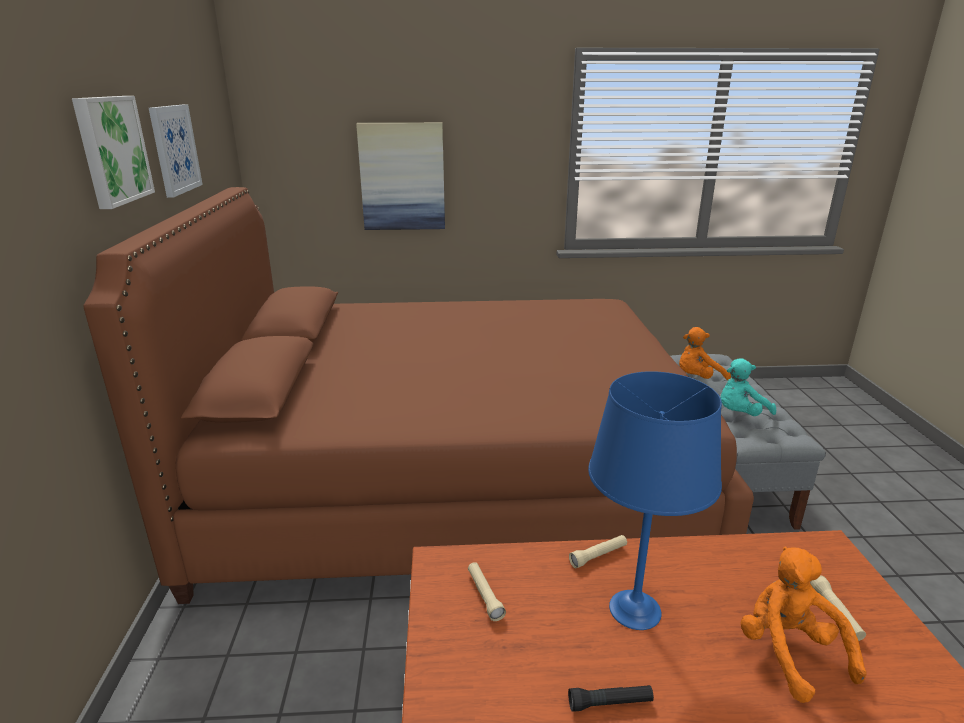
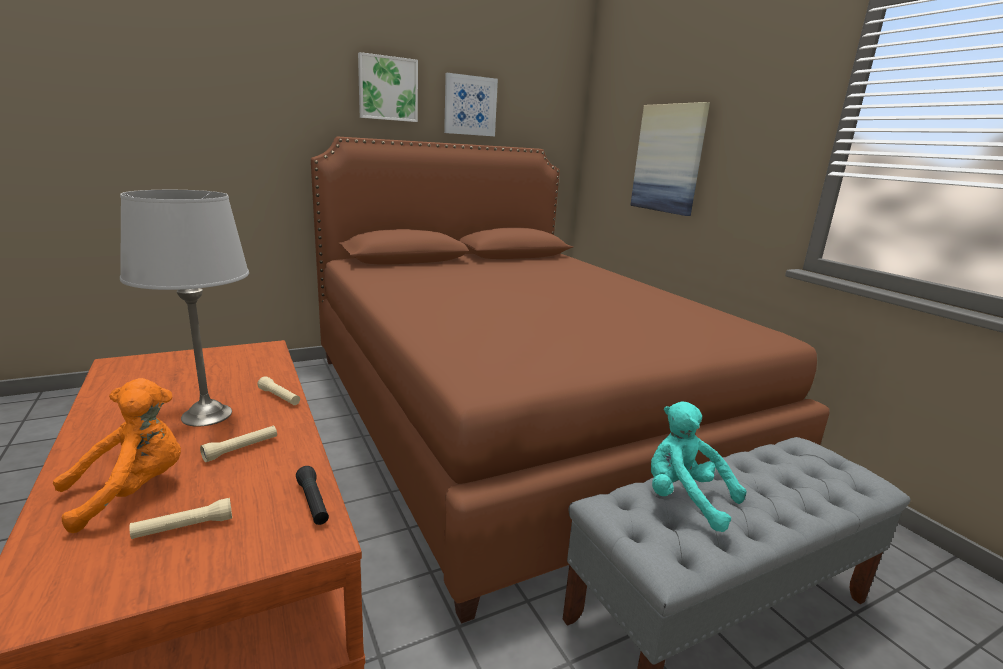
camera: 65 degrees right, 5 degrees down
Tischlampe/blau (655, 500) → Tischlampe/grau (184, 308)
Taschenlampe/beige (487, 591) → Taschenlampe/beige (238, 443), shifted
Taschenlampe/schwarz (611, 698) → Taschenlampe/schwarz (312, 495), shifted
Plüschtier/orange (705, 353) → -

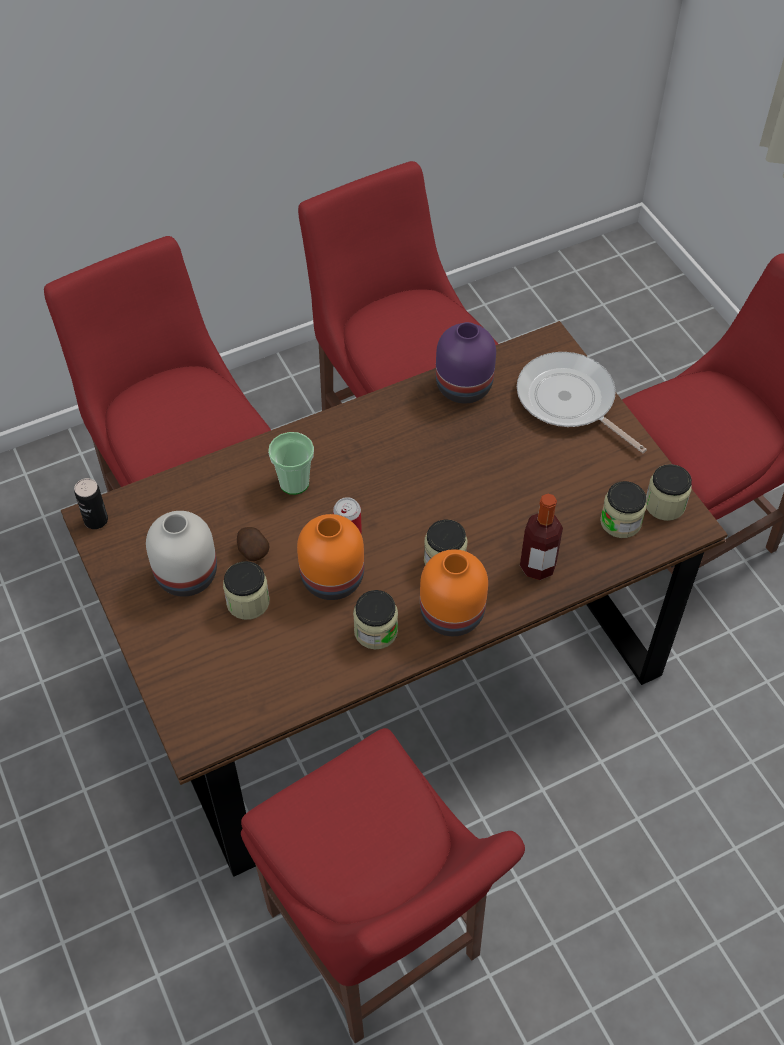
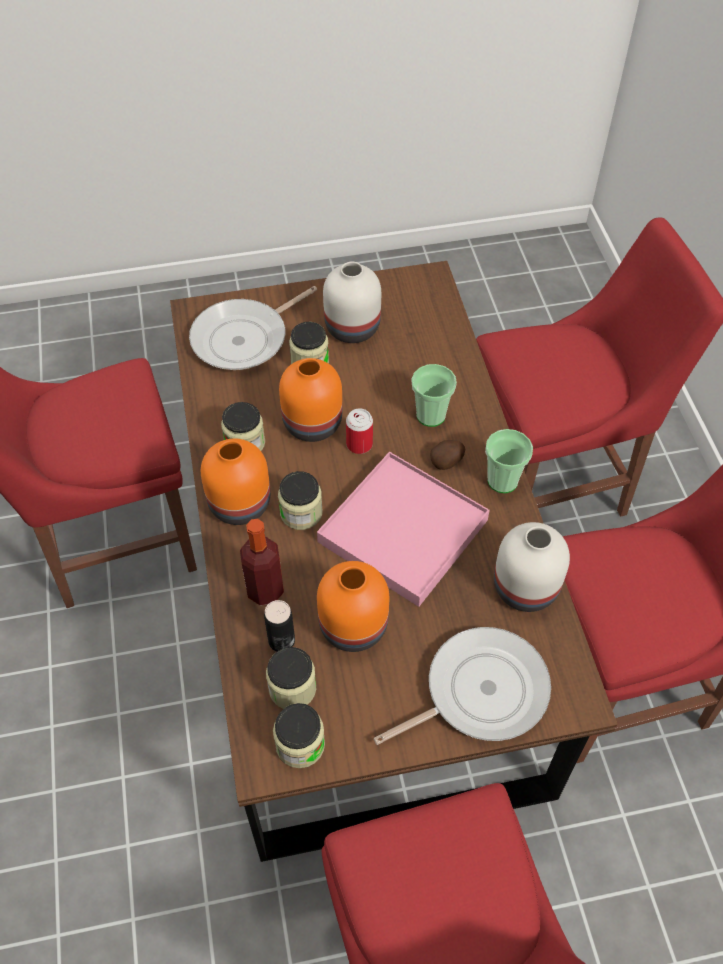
camera: 105 degrees right, 0 degrees up
- → Pfanne (253, 328)
Dose (91, 503) → Dose (279, 626), shifted
- → Tablett/rosa (403, 529)
- → Vase/orange (353, 606)
Kartoffel (253, 544) → Kartoffel (447, 455), shifted
- → Tasse (509, 461)
Vase/lila (466, 362) → Vase/weiß (532, 567)

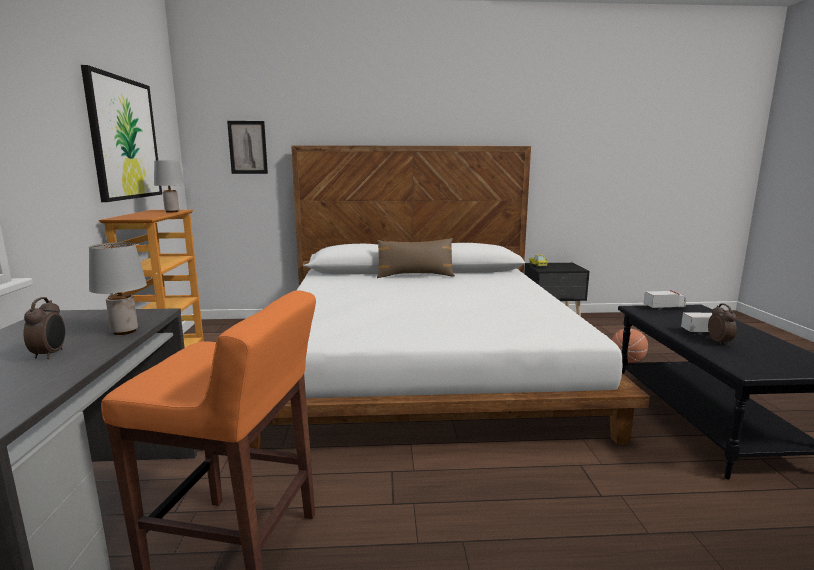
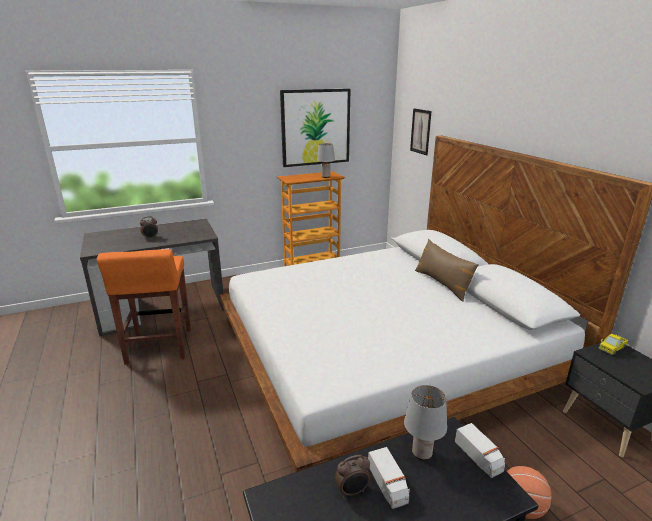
camera: 70 degrees right, 10 degrees up
Tischlampe/grau (118, 288) → Tischlampe/grau (425, 422), shifted

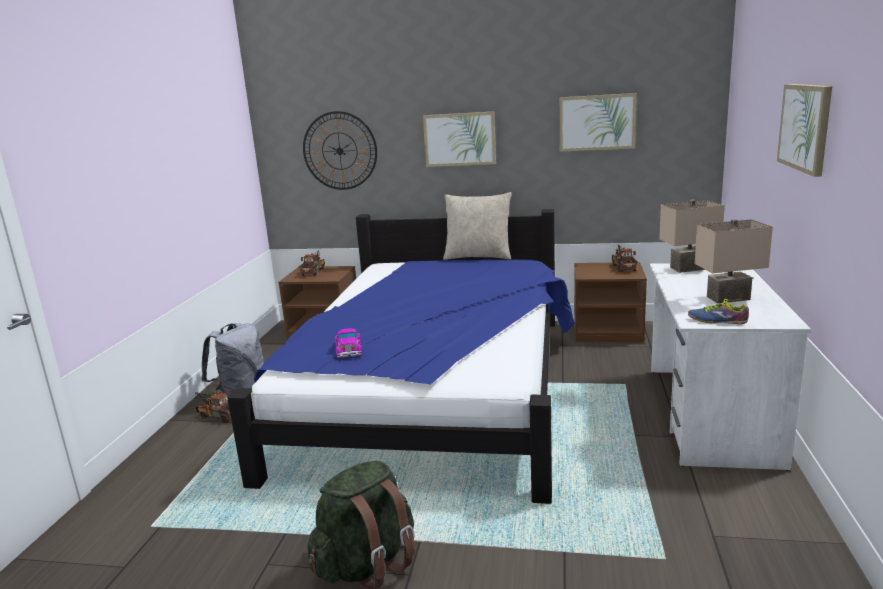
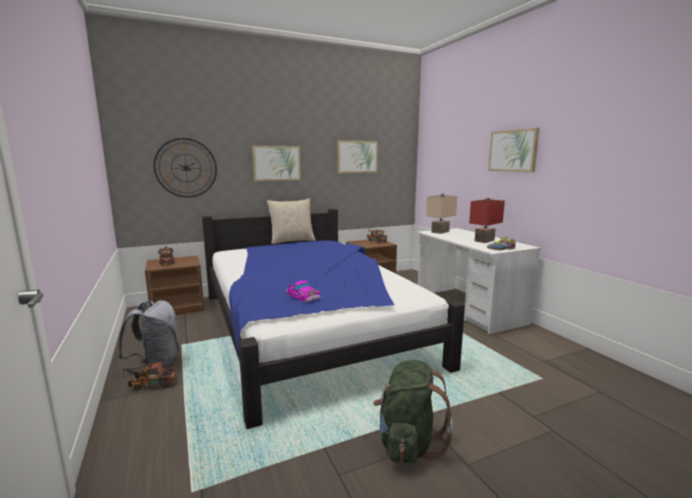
camera: 35 degrees left, 5 degrees down
Tischlampe/beige (734, 261) → Tischlampe/rot (487, 220)

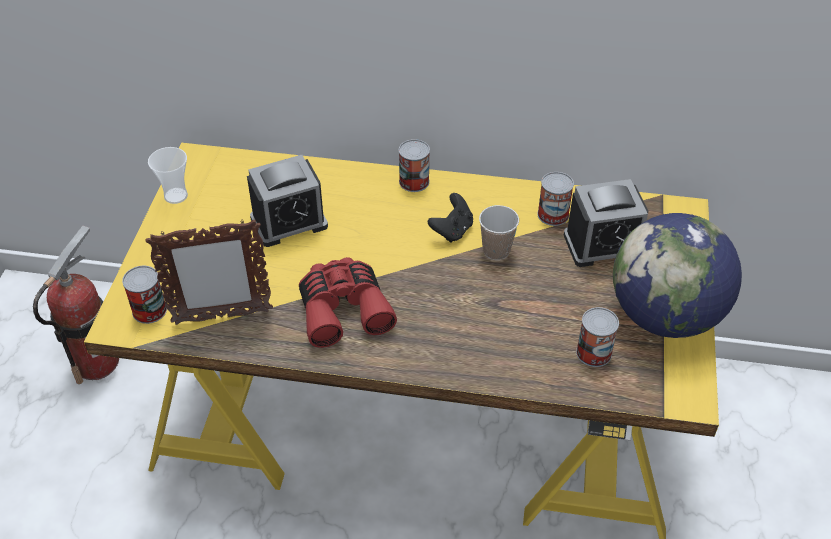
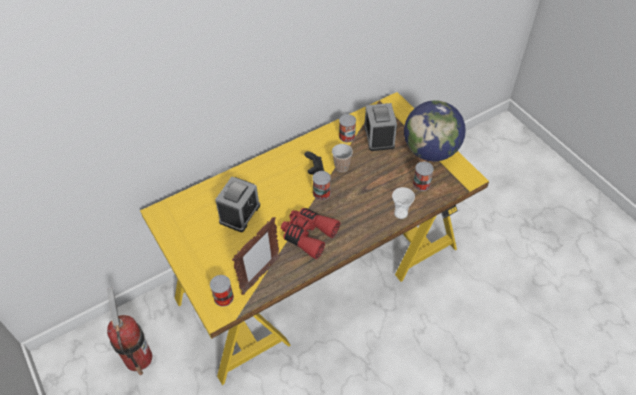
camera: 40 degrees left, 5 degrees up
Dose (414, 165) → Dose (322, 185), shifted
Wecker (606, 223) → Wecker (380, 127), 135 degrees clockwise
Tasse (168, 175) → Tasse (403, 203), shifted

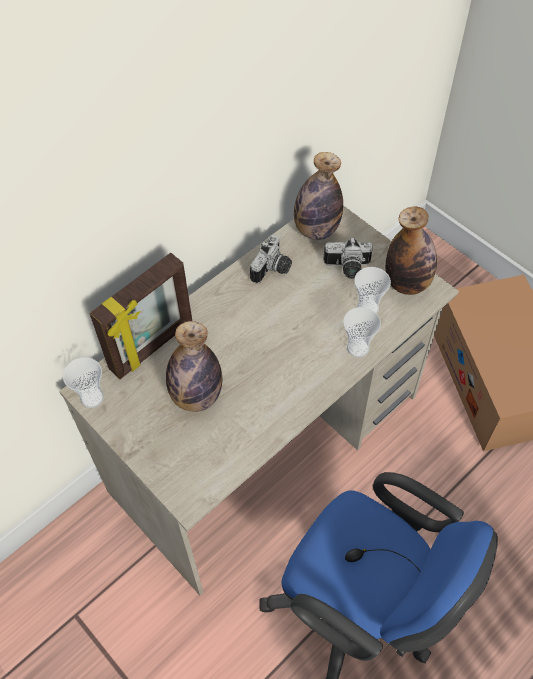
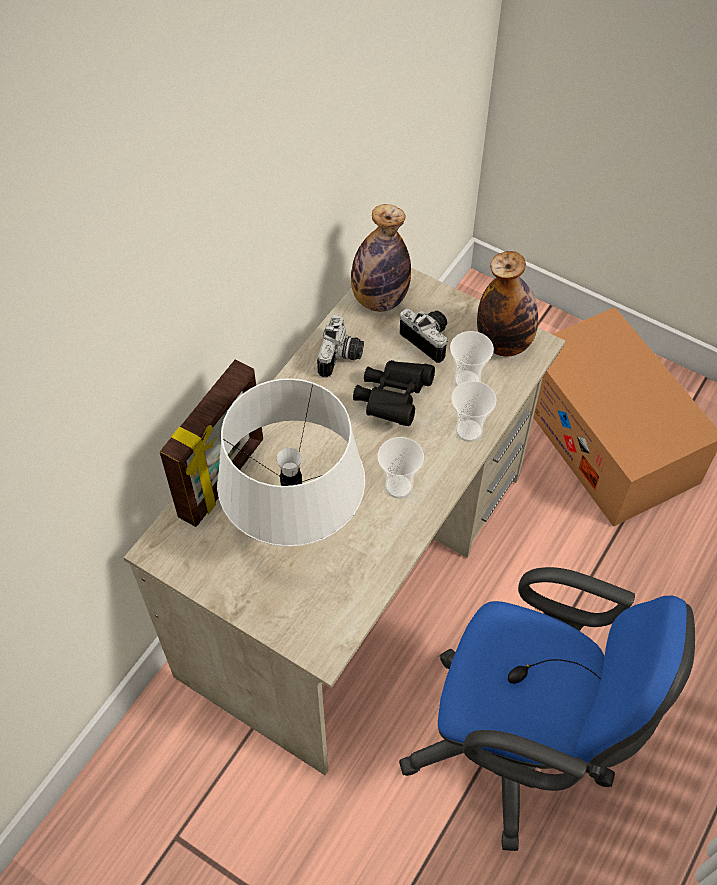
camera: 15 degrees left, 0 degrees up
Flasche (194, 366) → Tischlampe/weiß (291, 462)
- → Fernglas/schwarz (394, 393)
Tasse (83, 382) → Tasse (400, 468), shifted
Kamera (348, 258) → Kamera (424, 336), 120 degrees counterclockwise

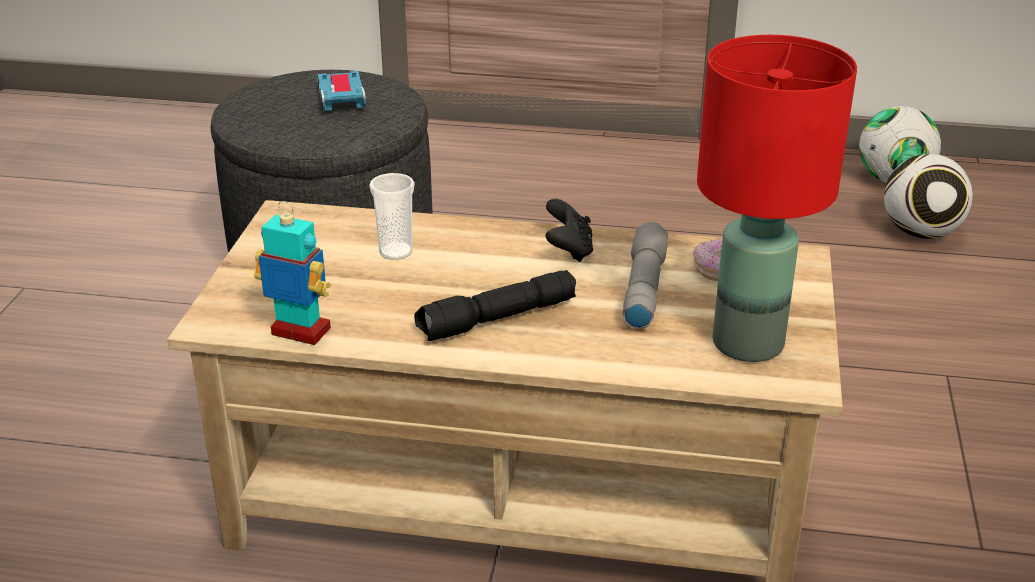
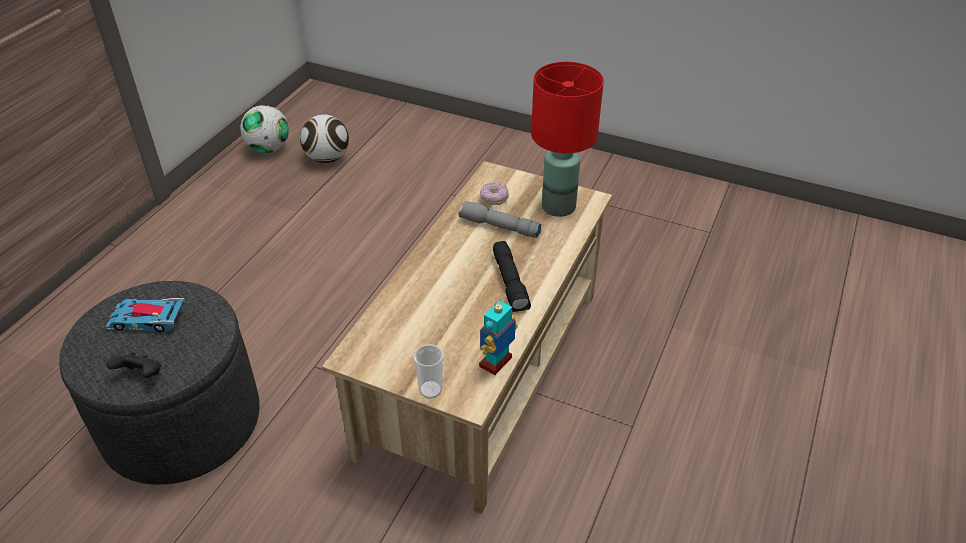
camera: 75 degrees left, 10 degrees up
Gamepad/schwarz (569, 230) → Gamepad/schwarz (134, 365), shifted
Tasse (392, 216) → Tasse (428, 371), shifted

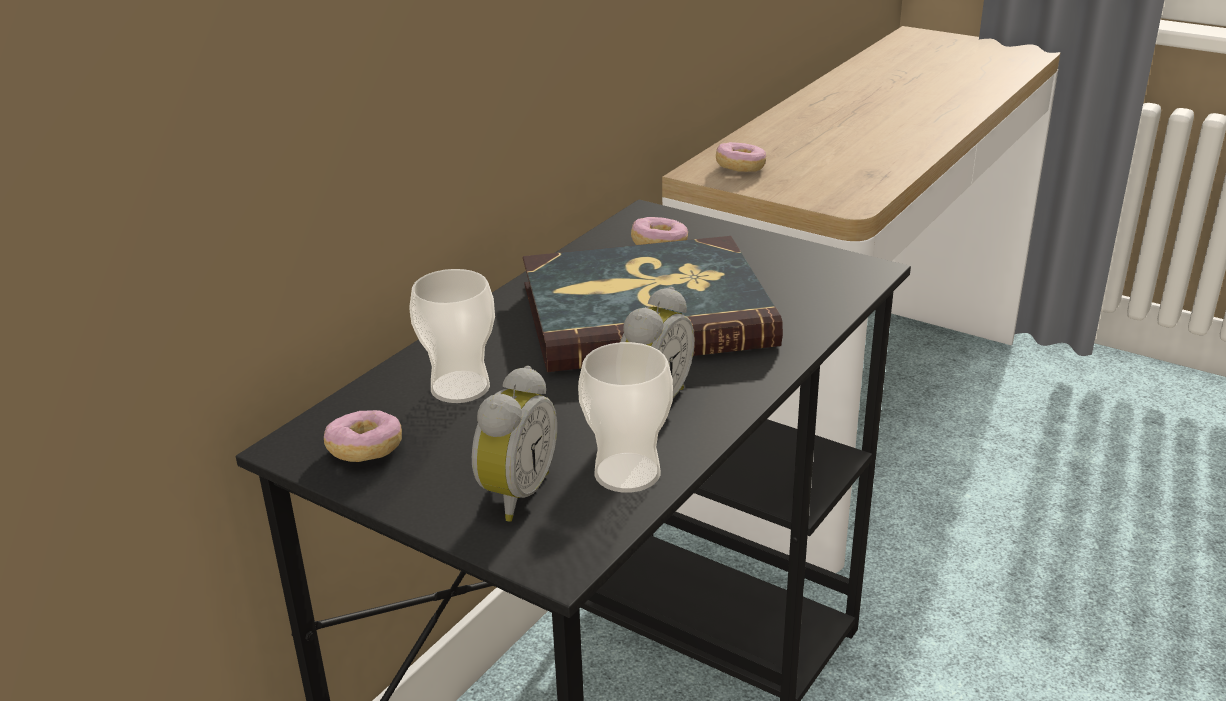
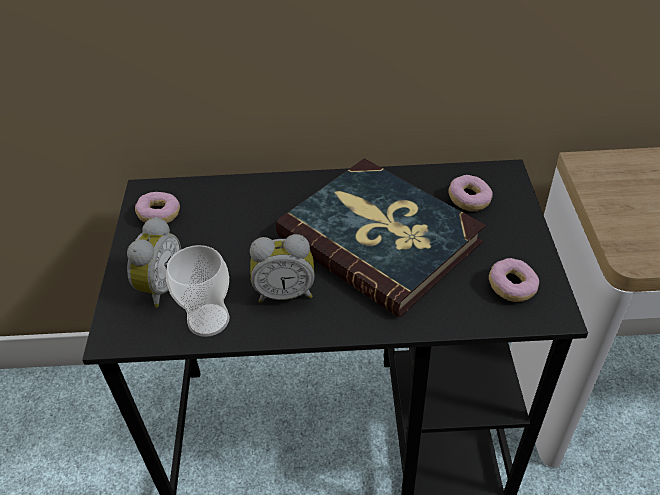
camera: 55 degrees right, 15 degrees up
Wecker (514, 444) → Wecker (154, 262), 60 degrees counterclockwise
Donut (741, 157) → Donut (514, 280), shifted
Tasse (452, 336) → -

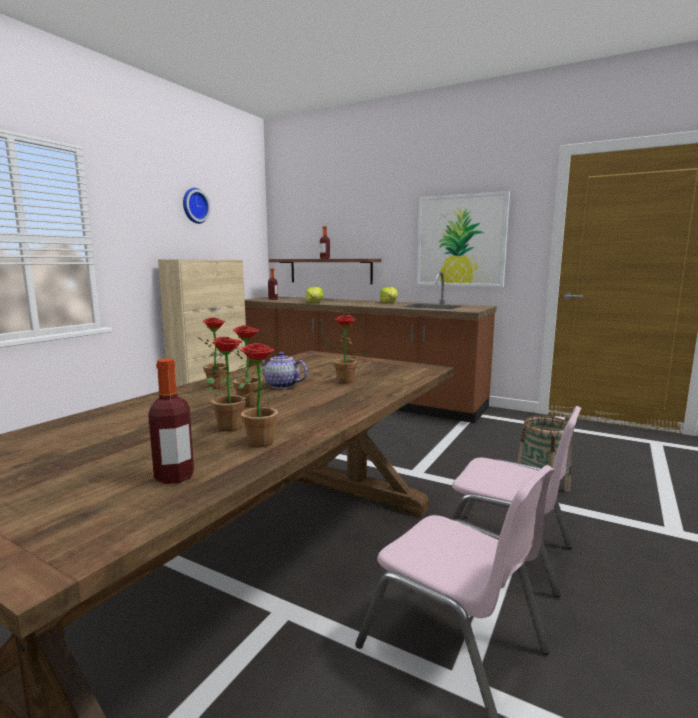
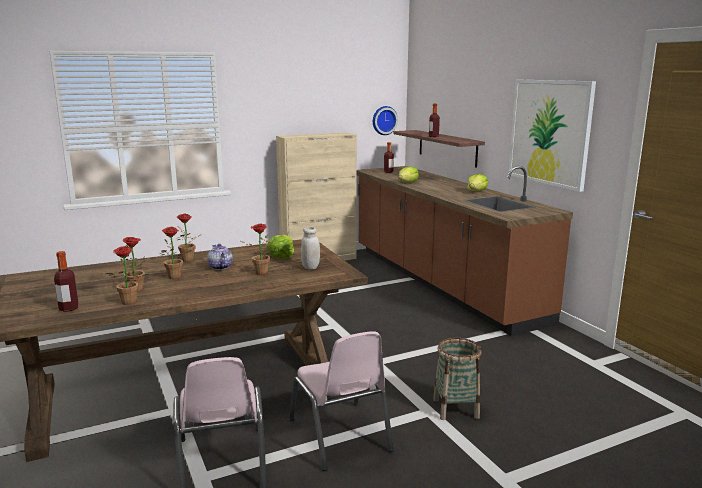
camera: 35 degrees right, 5 degrees up
- → Salatkopf (280, 247)
- → Vorratsglas/weiß (310, 248)
Wanduhr (197, 206) → Wanduhr (385, 120), shifted

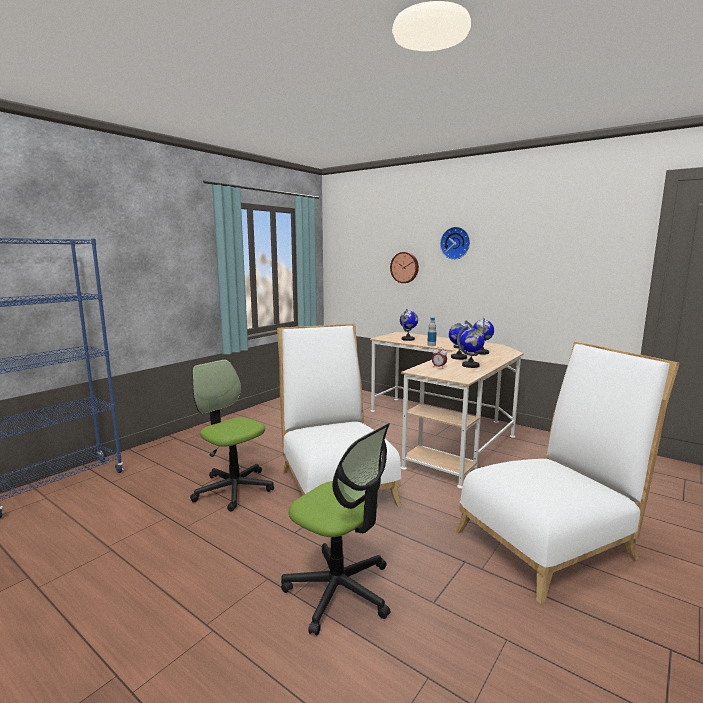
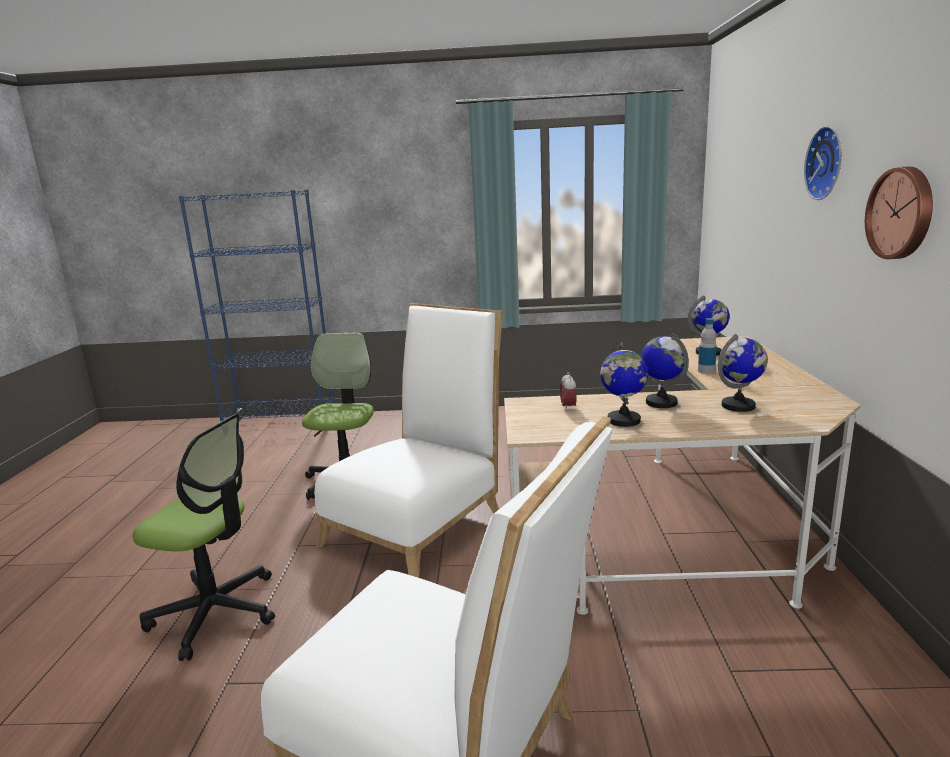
camera: 55 degrees right, 5 degrees up
Bürostuhl (336, 529) → Bürostuhl (204, 537), 75 degrees counterclockwise
Wanduhr (404, 267) → Wanduhr (899, 212), shifted

